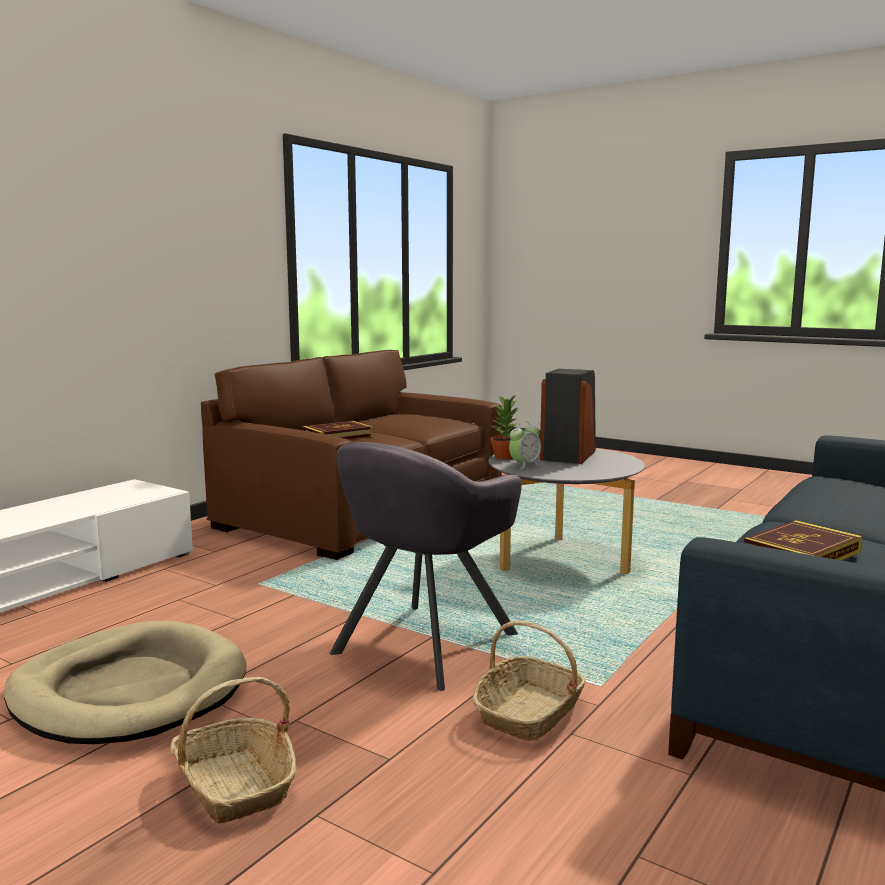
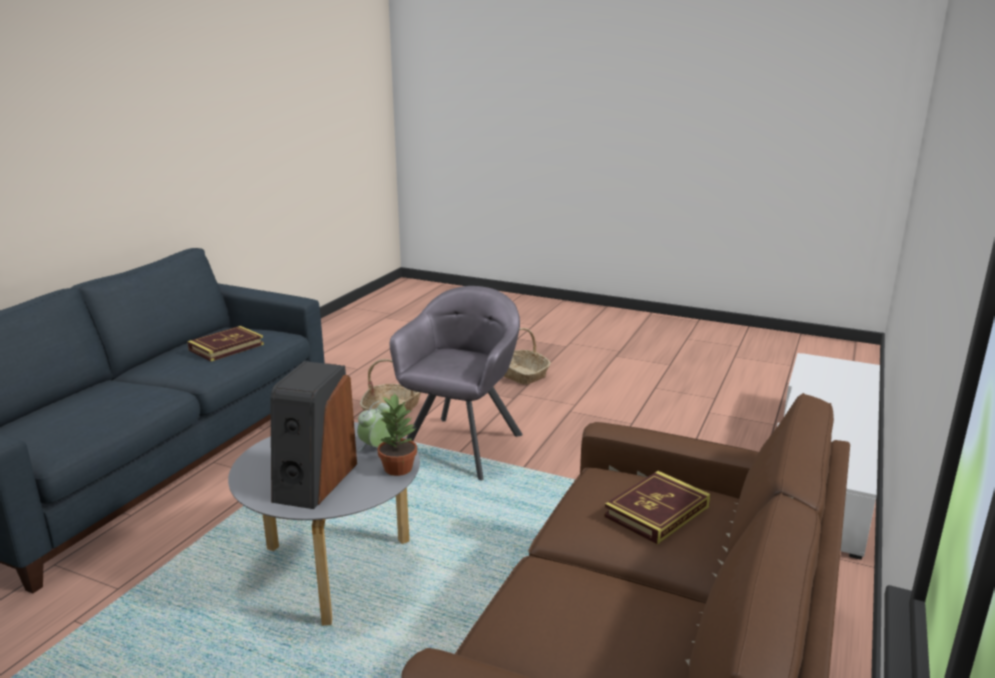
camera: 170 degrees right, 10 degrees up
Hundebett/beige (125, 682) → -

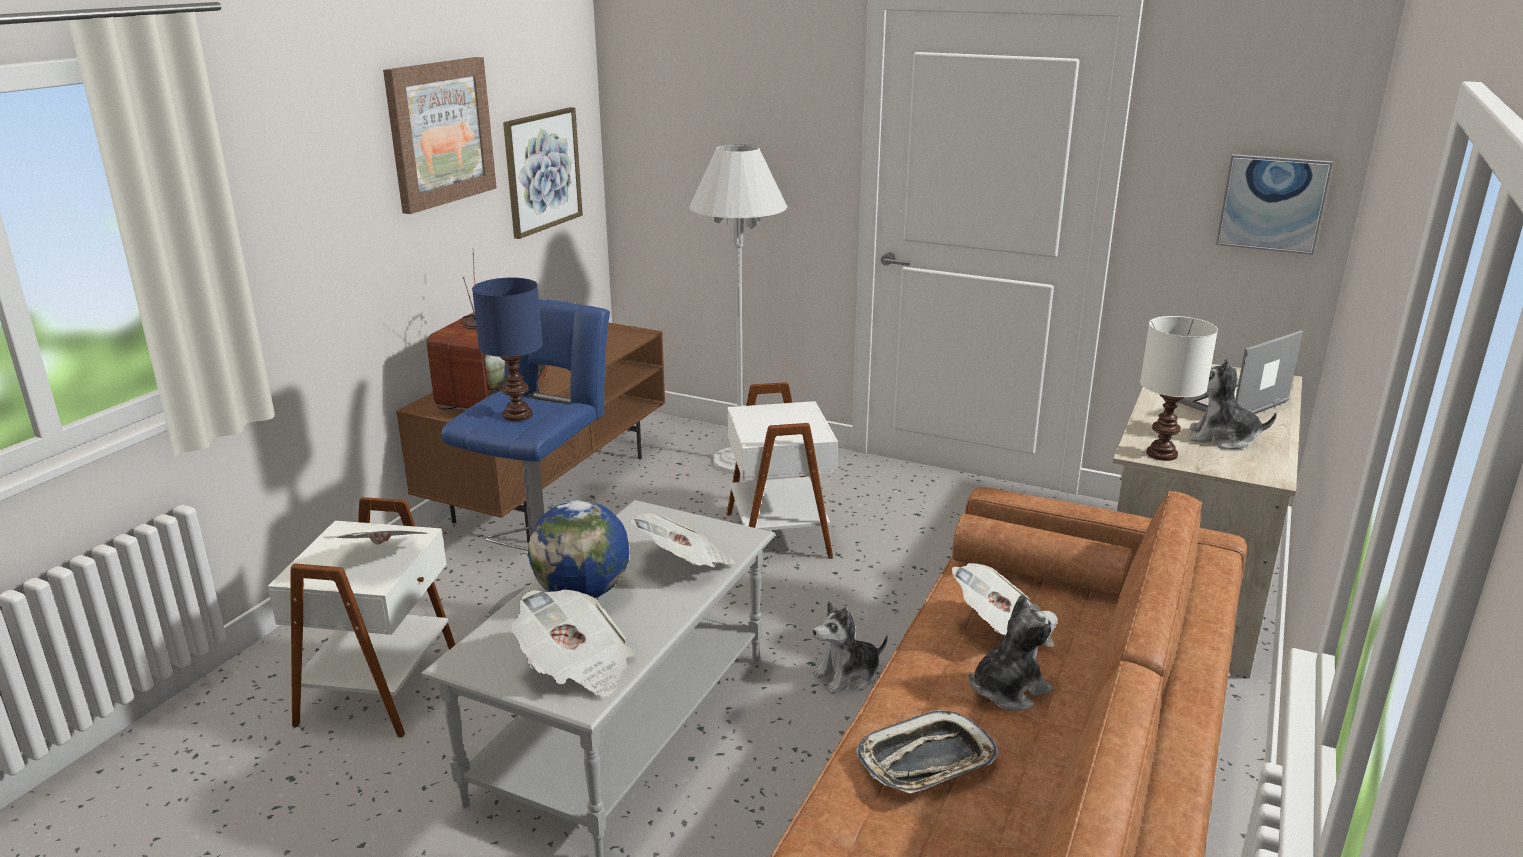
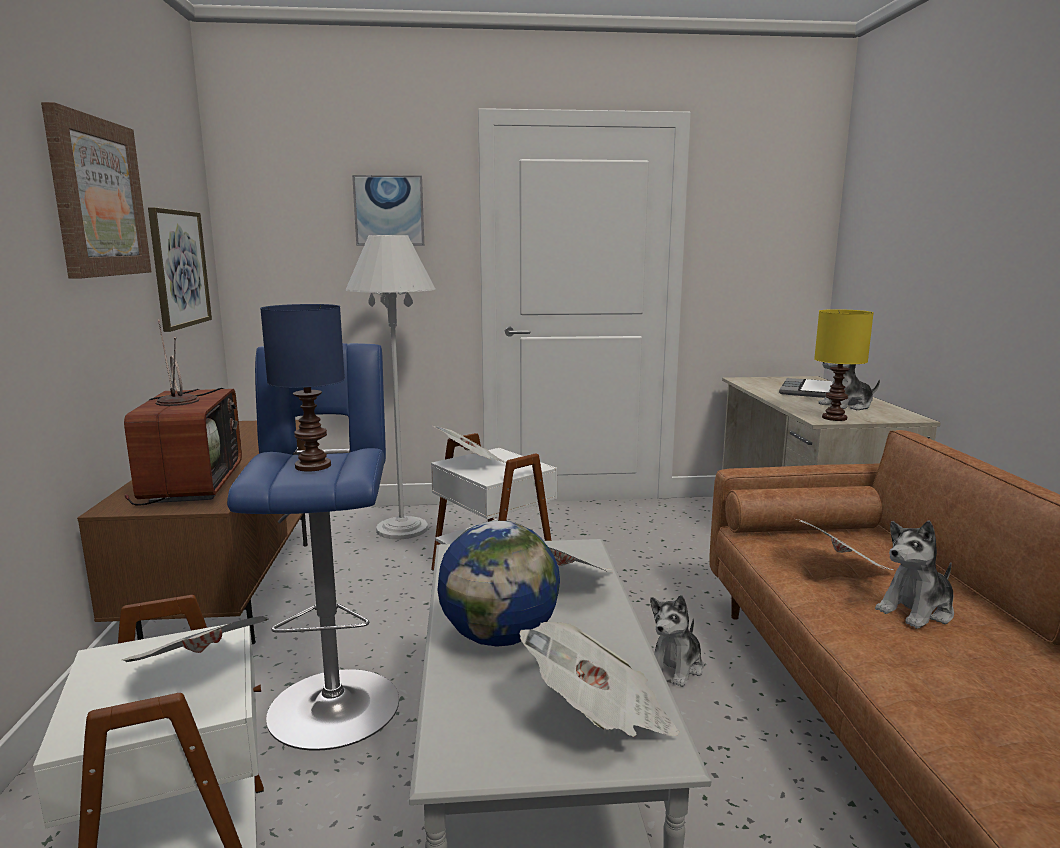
camera: 30 degrees left, 10 degrees down
Bild (1274, 204) → Bild (388, 210), shifted
- → Zeitung (469, 444)
Tischlampe/weiß (1179, 388) → Tischlampe/gelb (844, 365)
Plüschtier (1013, 652) → Plüschtier (914, 574), 150 degrees counterclockwise
Tablett (927, 752) → -

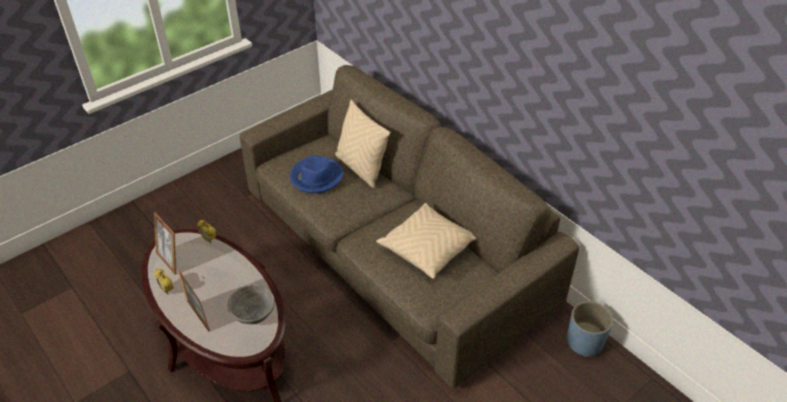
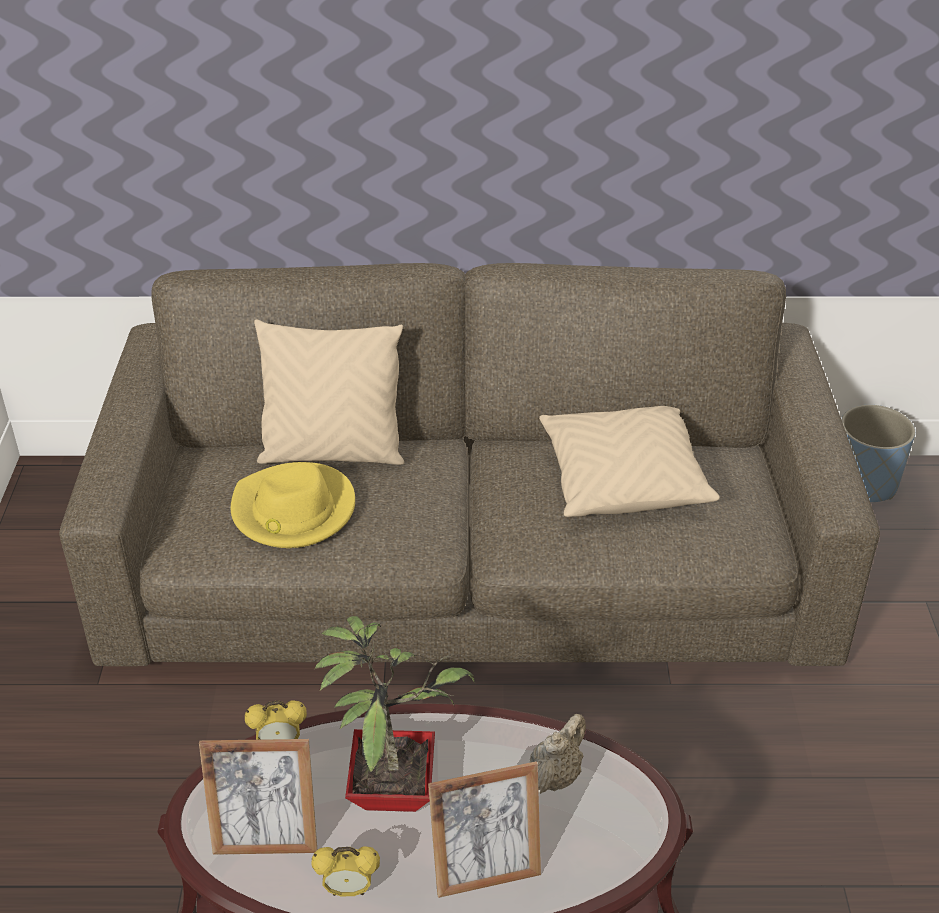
camera: 50 degrees left, 5 degrees down
Hut/blau (316, 174) → Hut/gelb (293, 505)
- → Topfpflanze (394, 714)
Bilderrahmen (193, 301) → Bilderrahmen (484, 829), 150 degrees clockwise
Schüssel/grau (251, 304) → Teekanne/beige (558, 754)

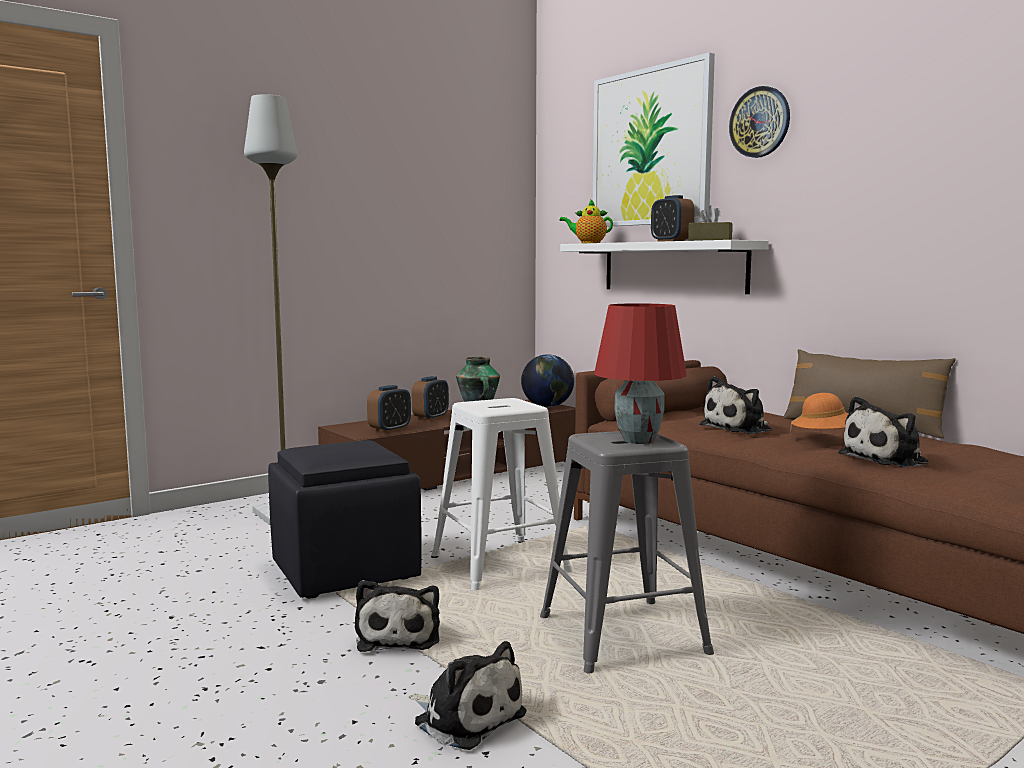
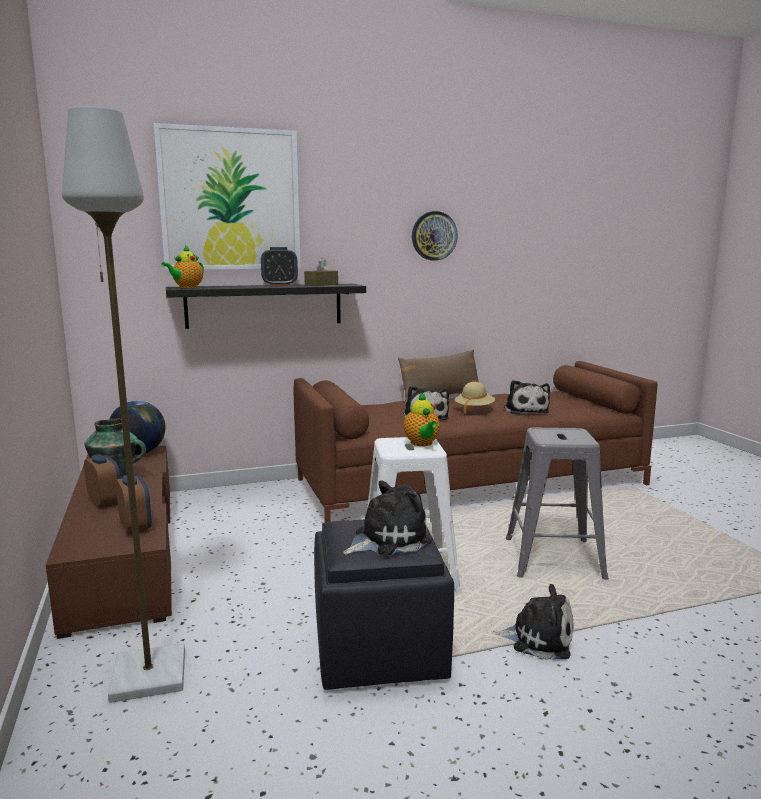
camera: 70 degrees left, 5 degrees up
Wandregal/weiß (664, 267) → Wandregal/schwarz (266, 306)
Plüschtier (468, 695) → Plüschtier (387, 518), shifted
- → Teekanne (421, 419)
Wanduhr (759, 122) → Wanduhr (435, 236), shifted
Hut/orange (819, 413) → Hut/beige (475, 398)
Tischlampe/rot (640, 373) → -

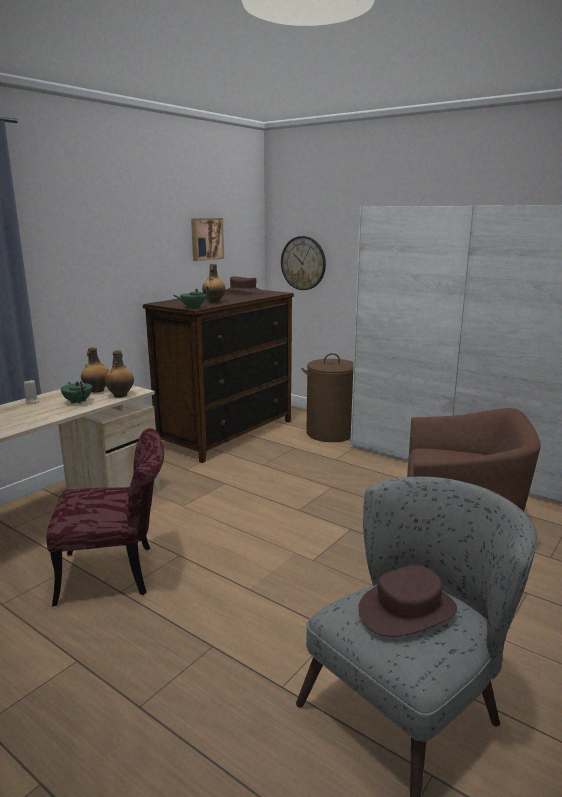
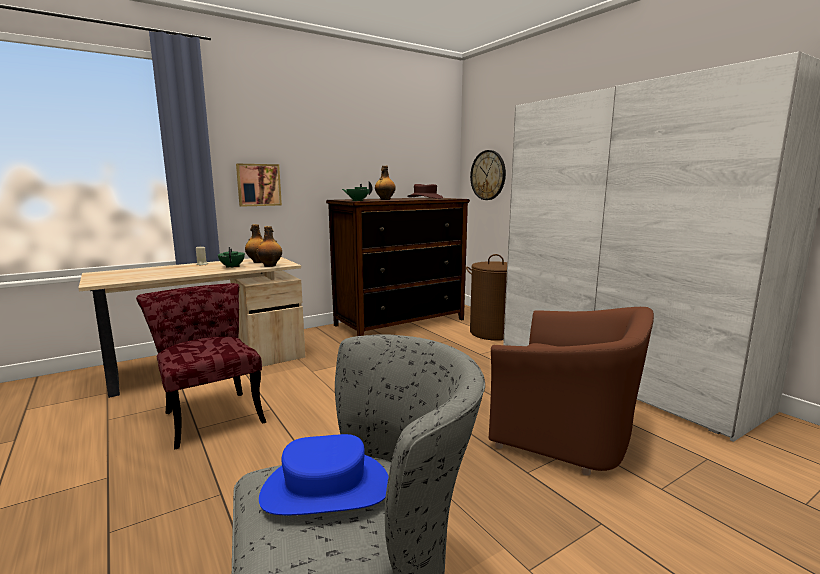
camera: 20 degrees right, 5 degrees down
Stuhl/rot (105, 517) → Stuhl/rot (201, 366), 135 degrees counterclockwise
Bild (207, 239) → Bild (259, 185), shifted
Hut/braun (407, 601) → Hut/blau (323, 474)

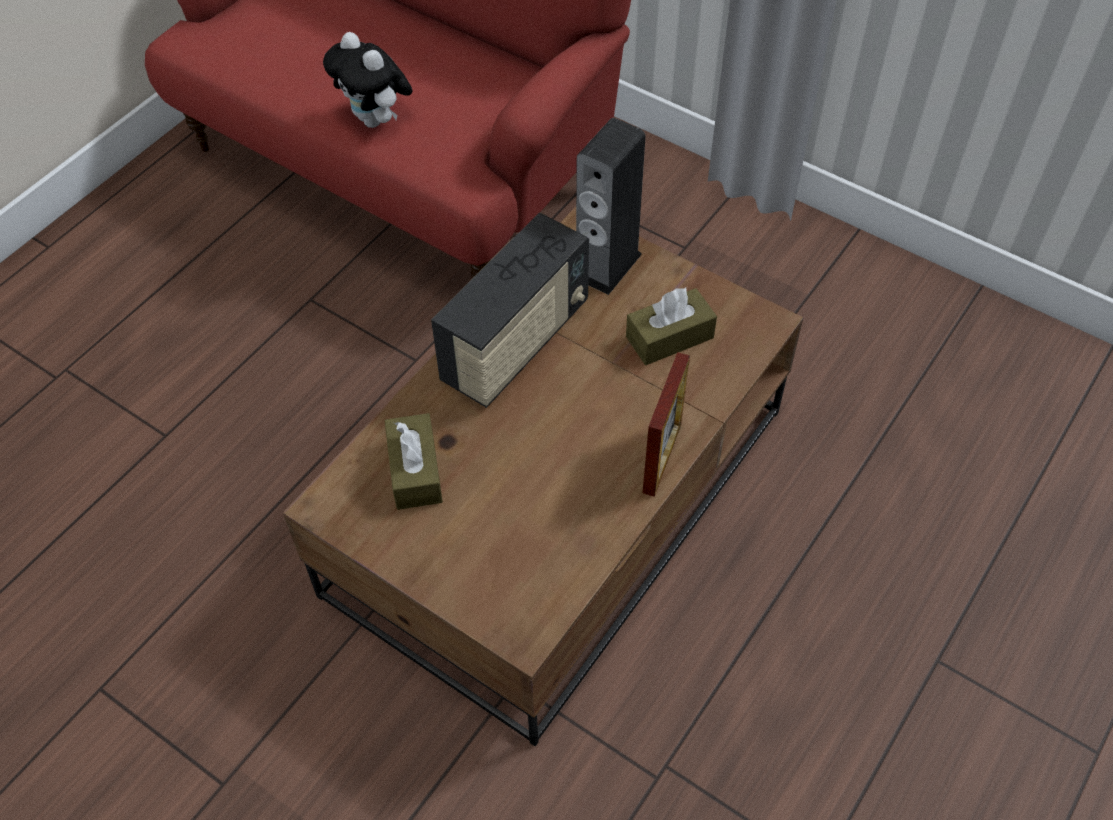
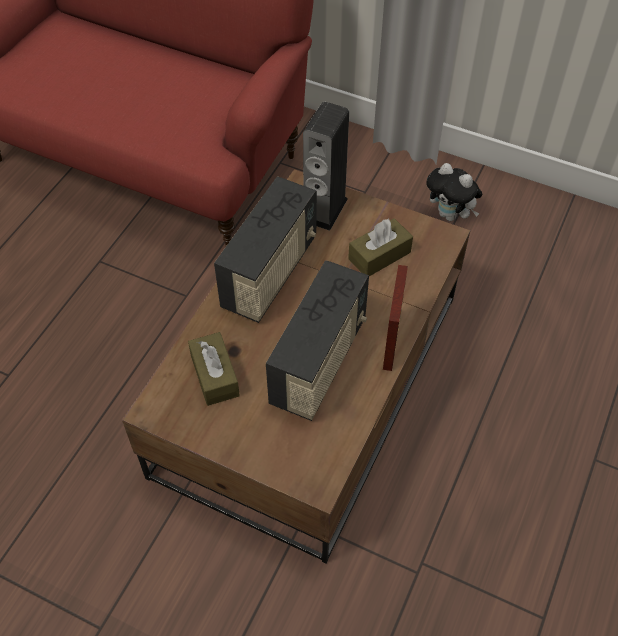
camera: 10 degrees left, 0 degrees up
- → Radio (317, 340)
Plüschtier (368, 80) → Plüschtier (454, 192), shifted

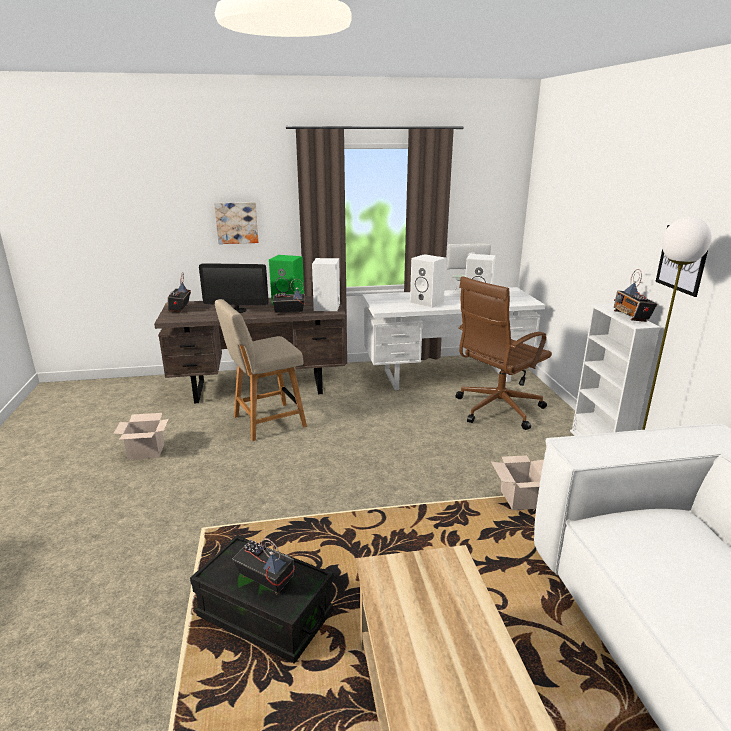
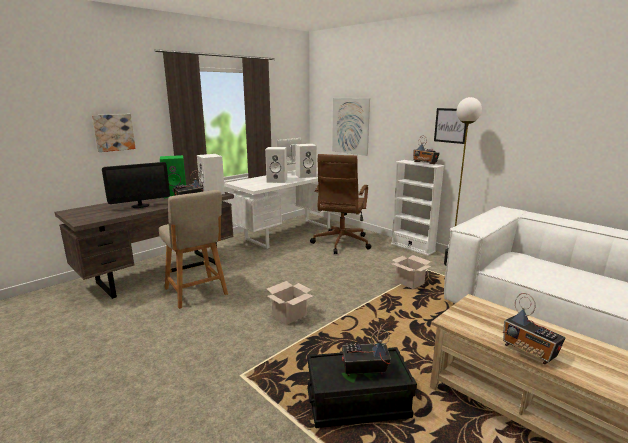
camera: 35 degrees left, 5 degrees down
Stuhl/beige (261, 370) → Stuhl/beige (193, 249), 60 degrees counterclockwise
Karton (141, 436) → Karton (290, 303), shifted
- → Bild (351, 127)
Radio (178, 292) → Radio (534, 328), shifted

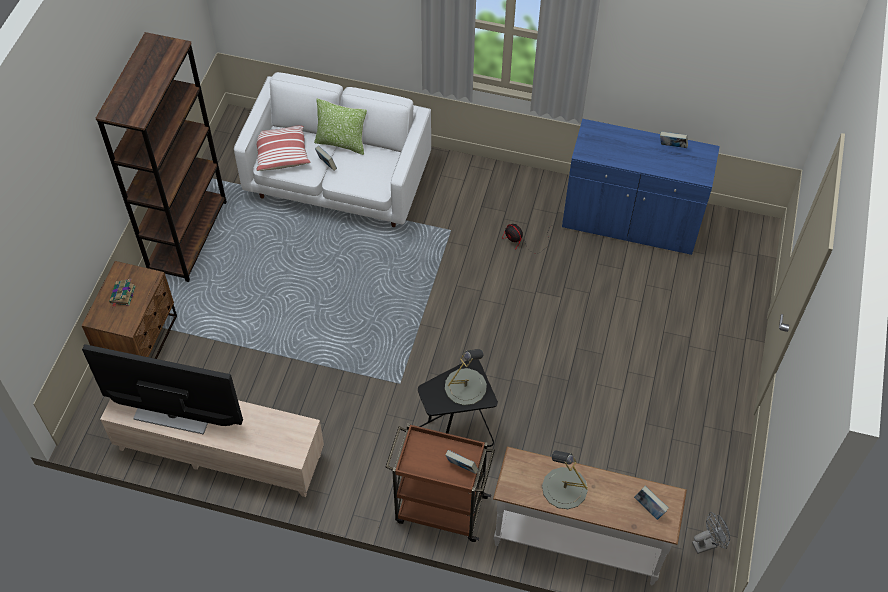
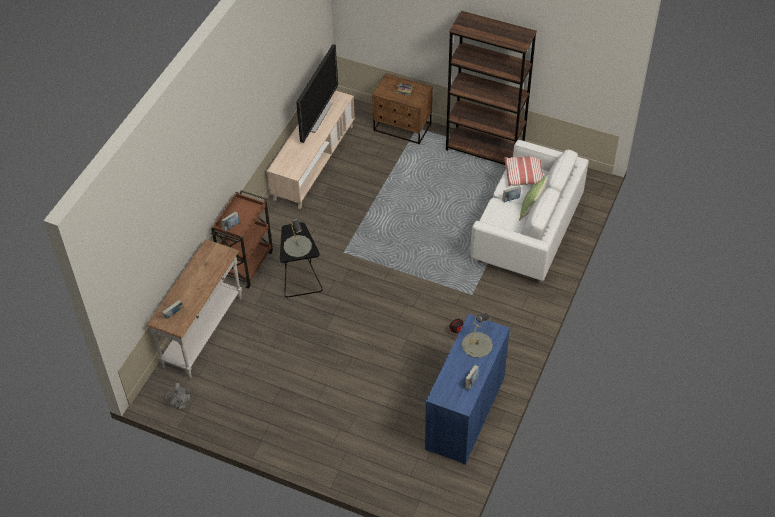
camera: 100 degrees right, 5 degrees down
Tischlampe/grau (565, 480) → Tischlampe/grau (477, 335), shifted

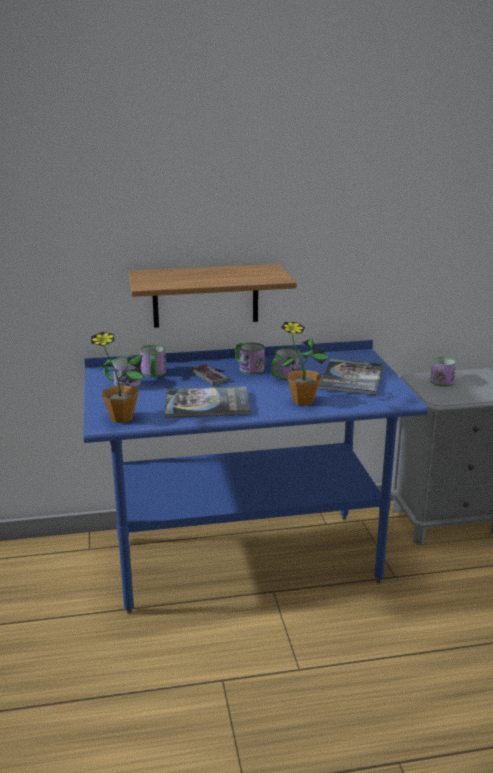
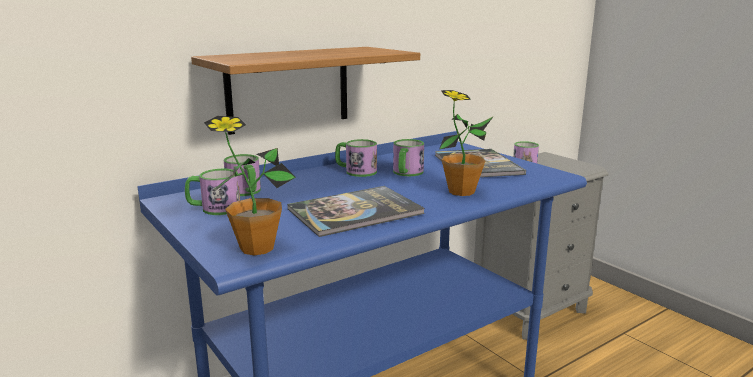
camera: 25 degrees left, 5 degrees down
Gamepad (209, 374) → -

